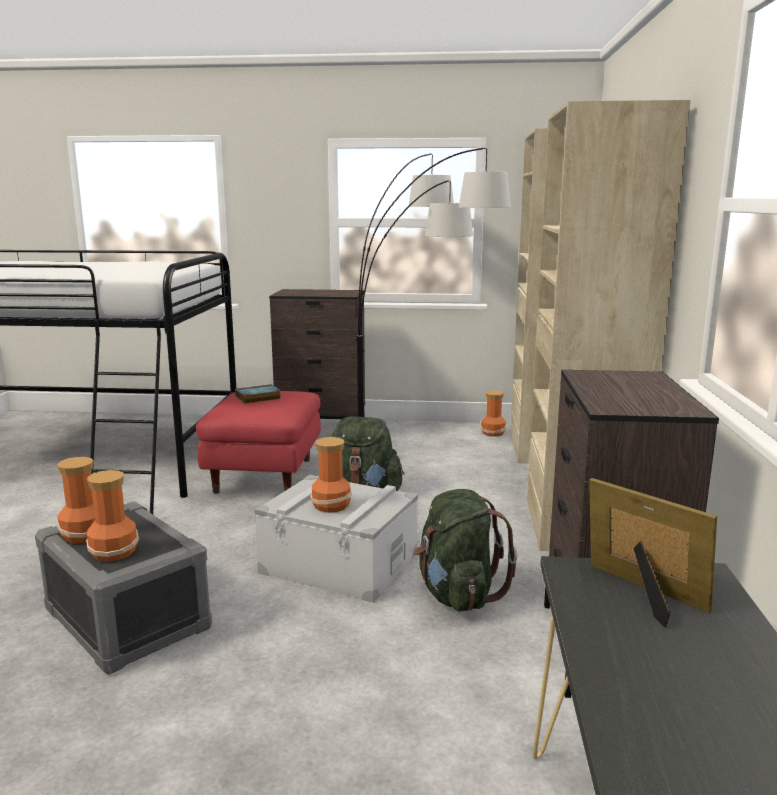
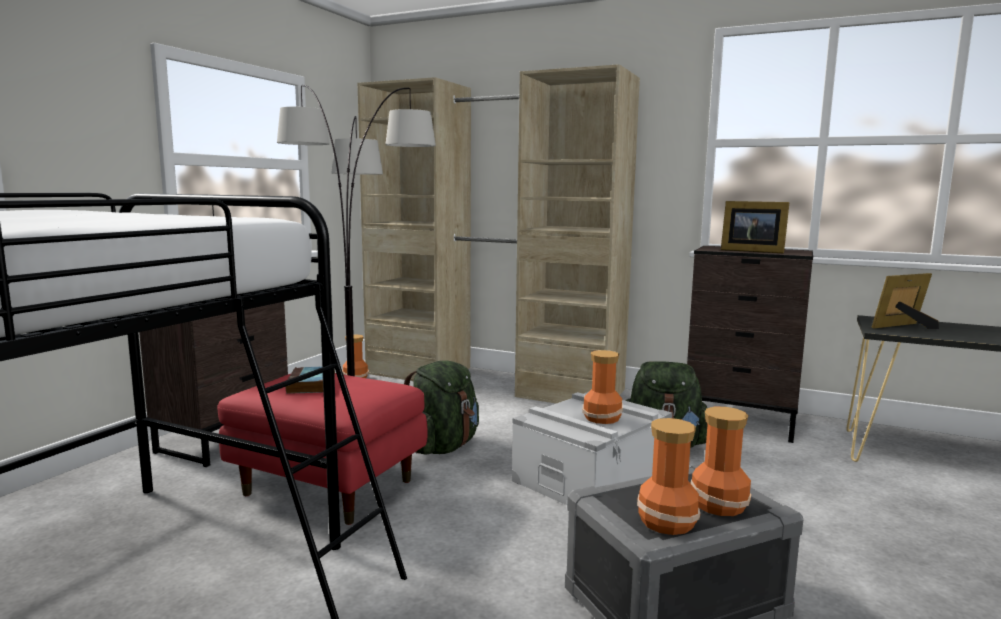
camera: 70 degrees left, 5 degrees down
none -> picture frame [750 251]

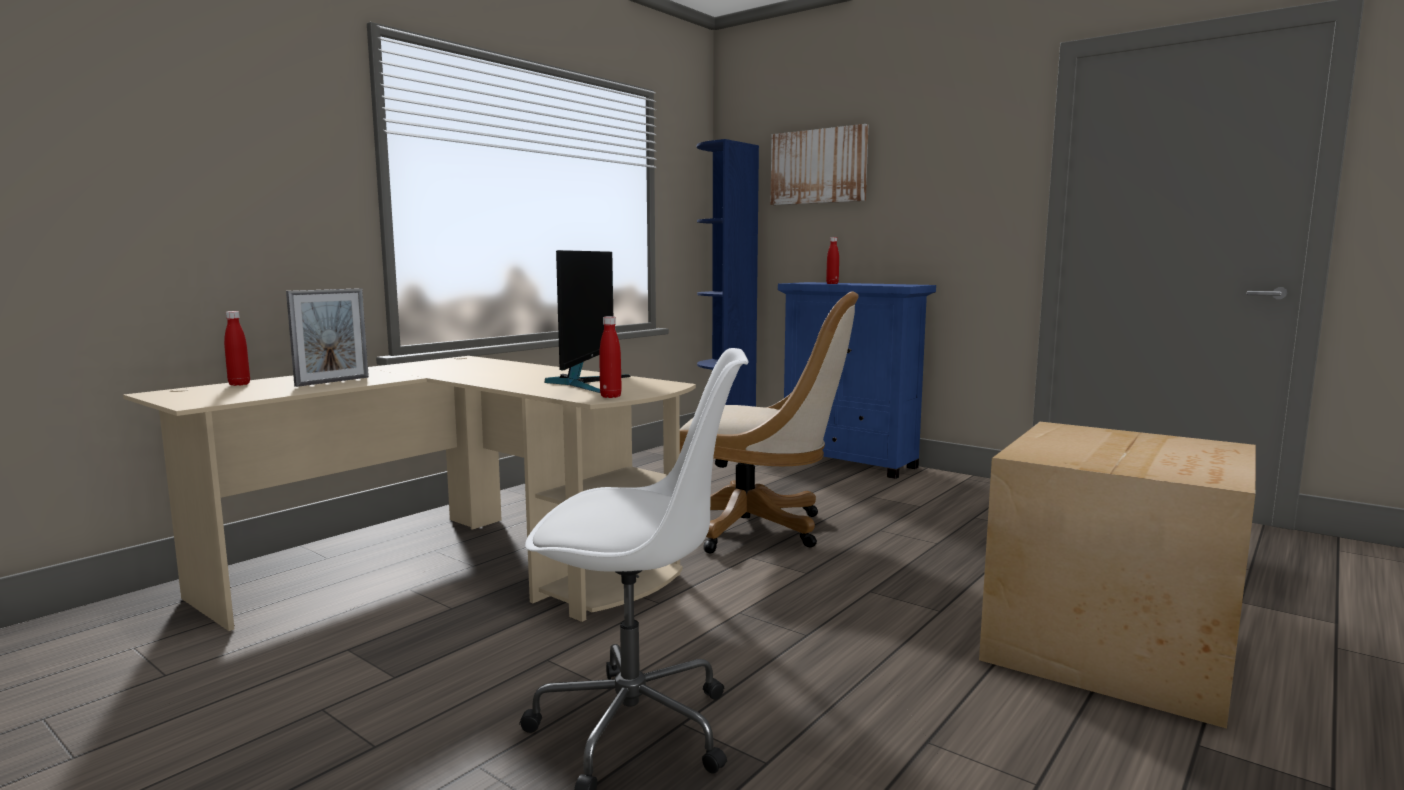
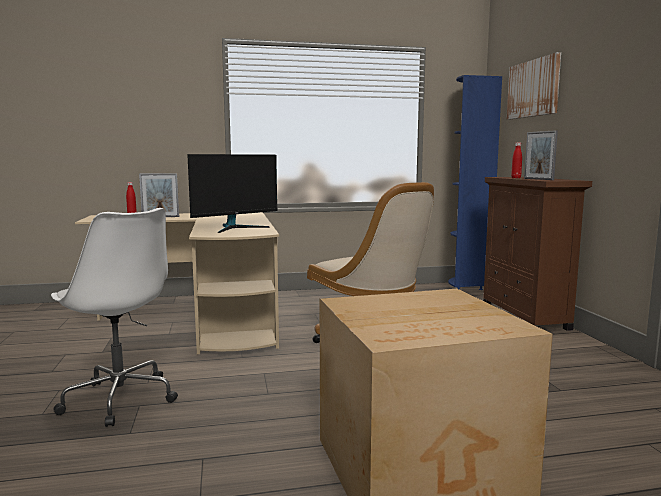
camera: 40 degrees right, 0 degrees up
cabinet (blue) [851 463] -> cabinet (brown) [526 316]
bottle (red) [610 396] -> none
none -> picture frame [538 179]

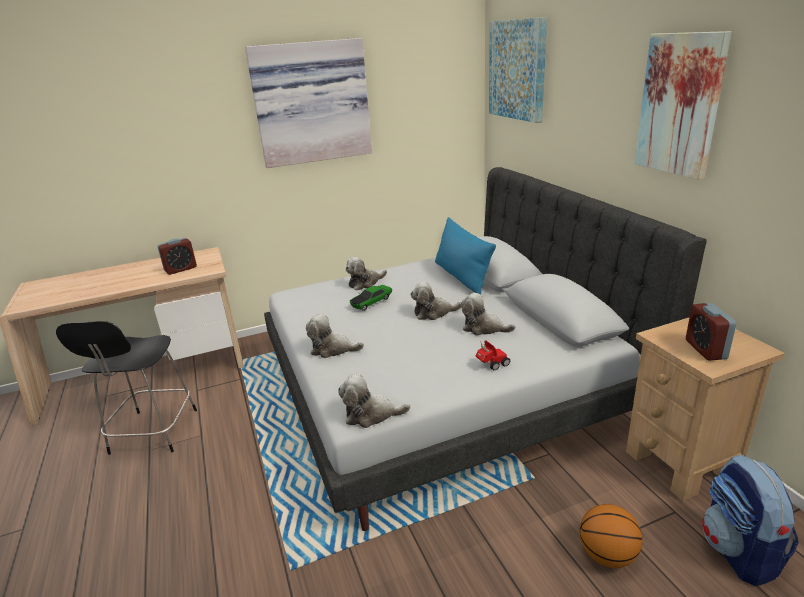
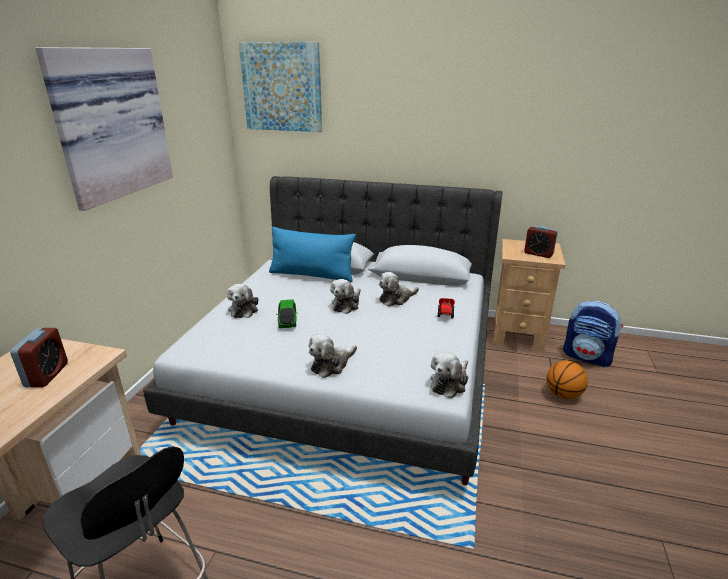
camera: 55 degrees left, 0 degrees up
picture [680 105] -> none

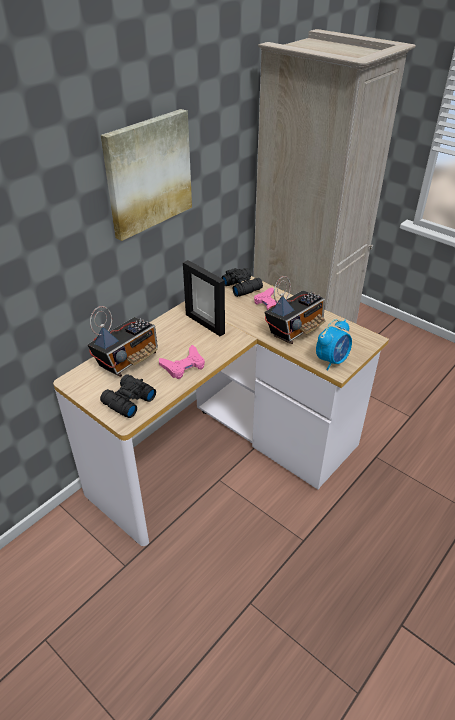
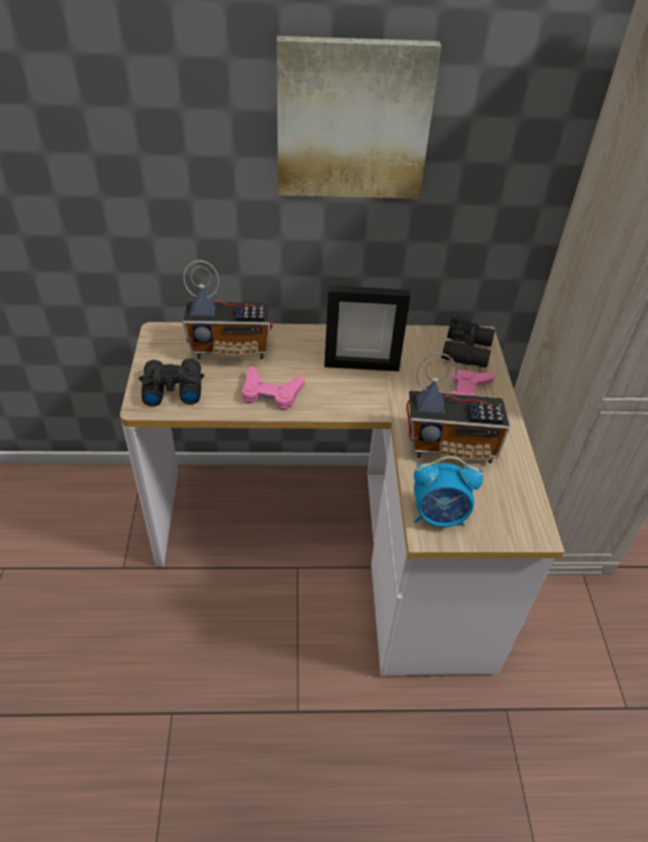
camera: 45 degrees right, 5 degrees up
picture frame [205 323] -> picture frame [361 364], 90 degrees counterclockwise

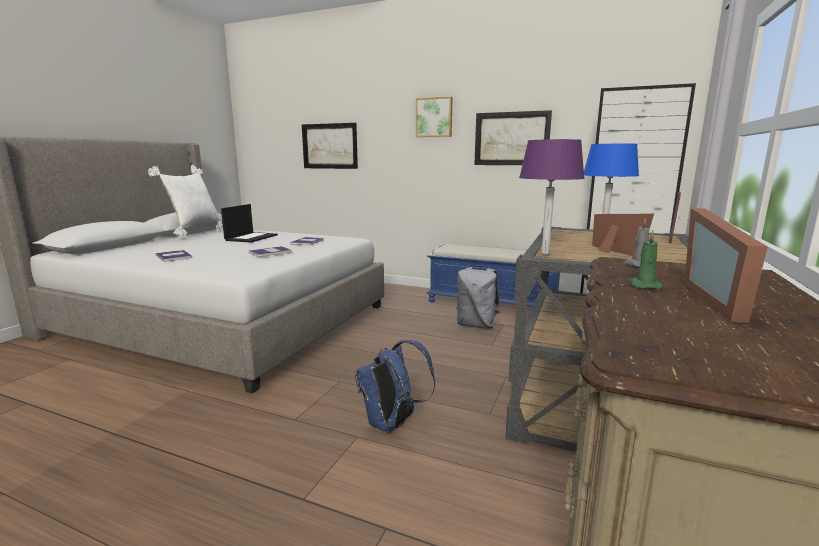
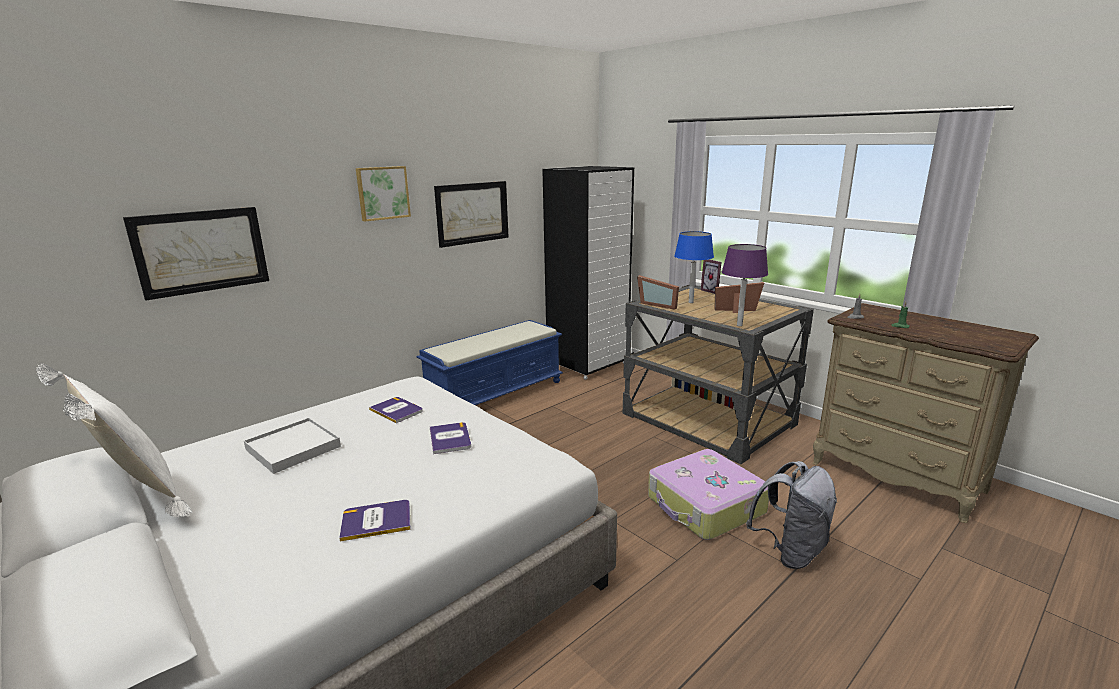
camera: 65 degrees left, 5 degrees up
laptop [251 237] -> tray (white) [293 448]
picture frame [724 300] -> picture frame [658 304], move
backpack (grey) [476 325] -> backpack (grey) [790 551], move
backpack (blue) [392 424] -> suitcase [705 506]

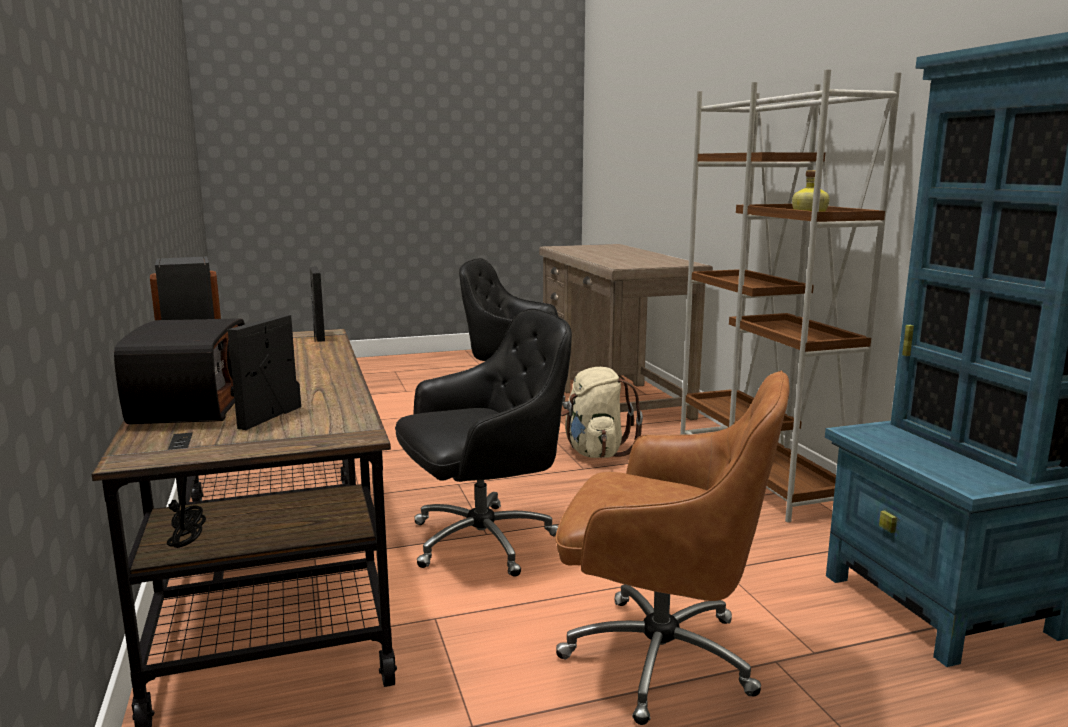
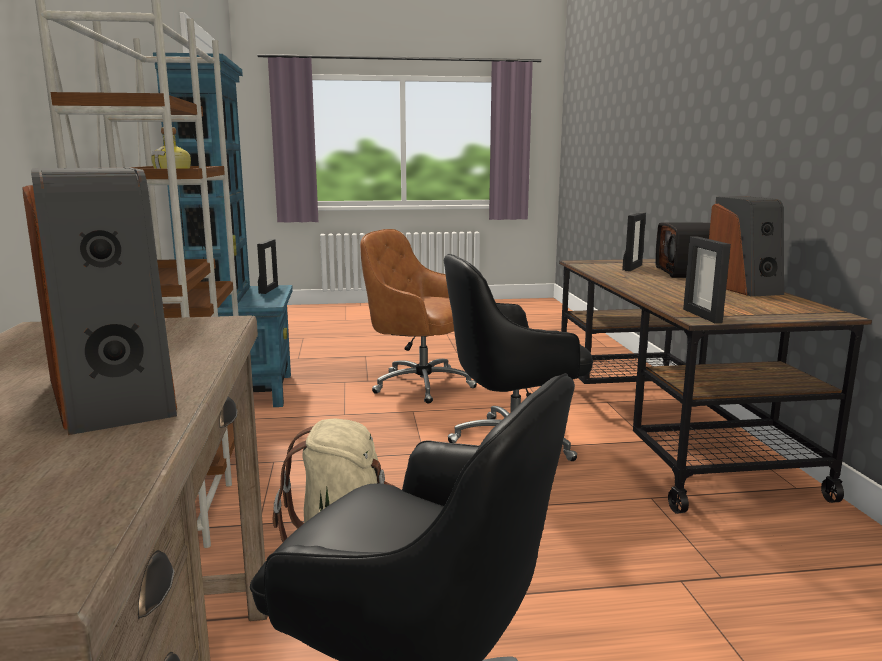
camera: 170 degrees left, 0 degrees up
none -> speaker [115 395]
none -> picture frame [268 289]

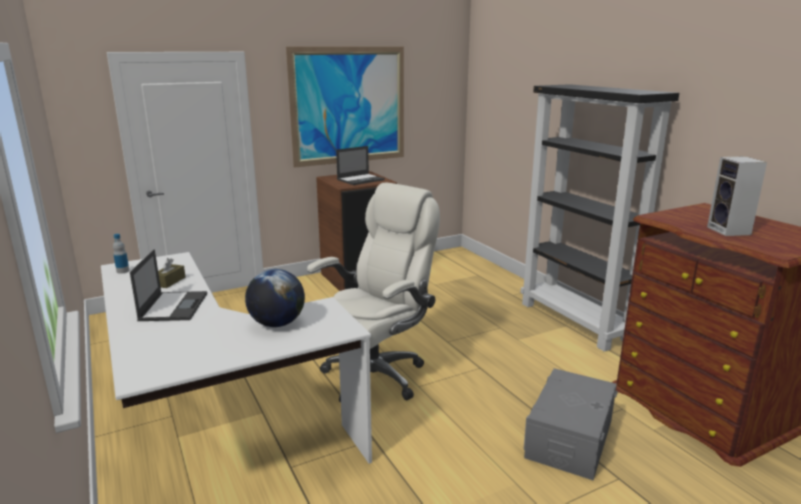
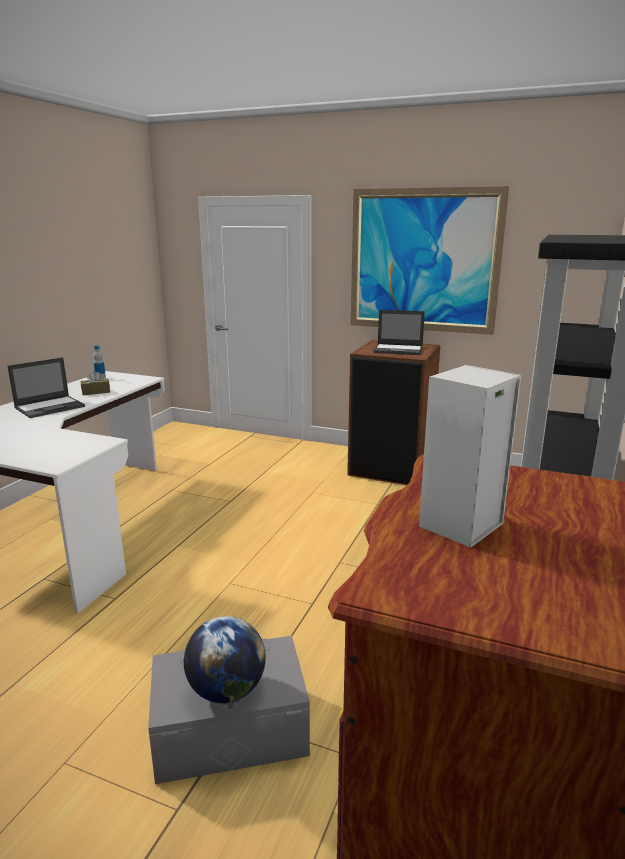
camera: 50 degrees right, 0 degrees up
office chair (white) [375 376] -> none
globe [277 324] -> globe [226 690], move

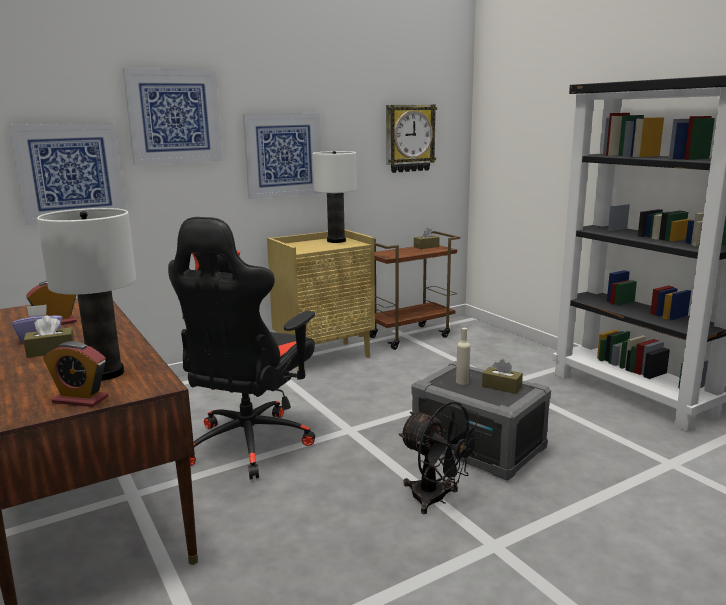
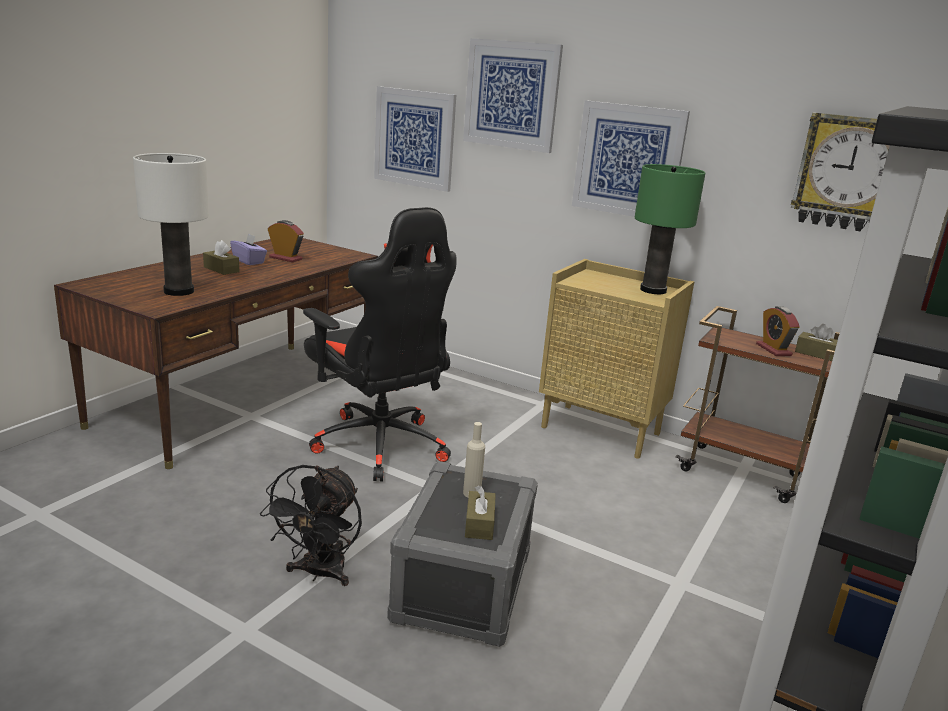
camera: 60 degrees right, 5 degrees up
table lamp (white) [336 241] -> table lamp (green) [653 290]
office chair (black) [254 439] -> office chair (black) [374 440], 120 degrees counterclockwise
alarm clock [80 399] -> alarm clock [773 350], move

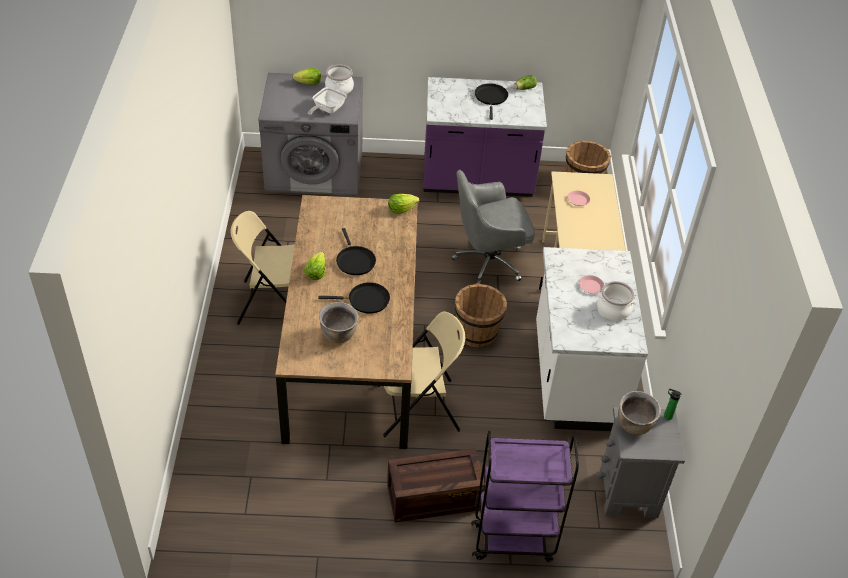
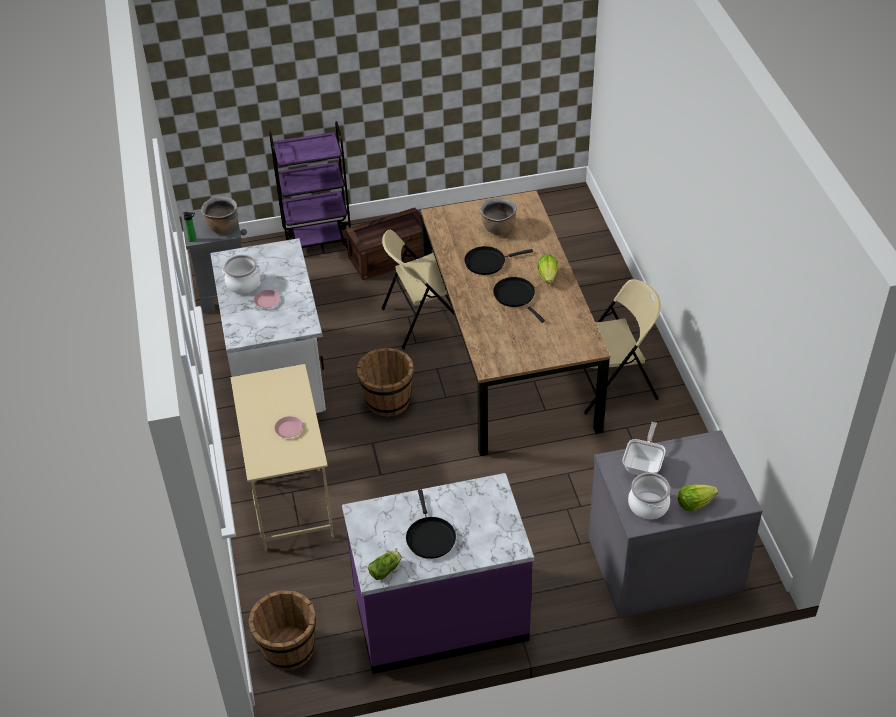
camera: 170 degrees right, 0 degrees up
office chair (grey) [488 261] -> none
lettuce [401 209] -> none

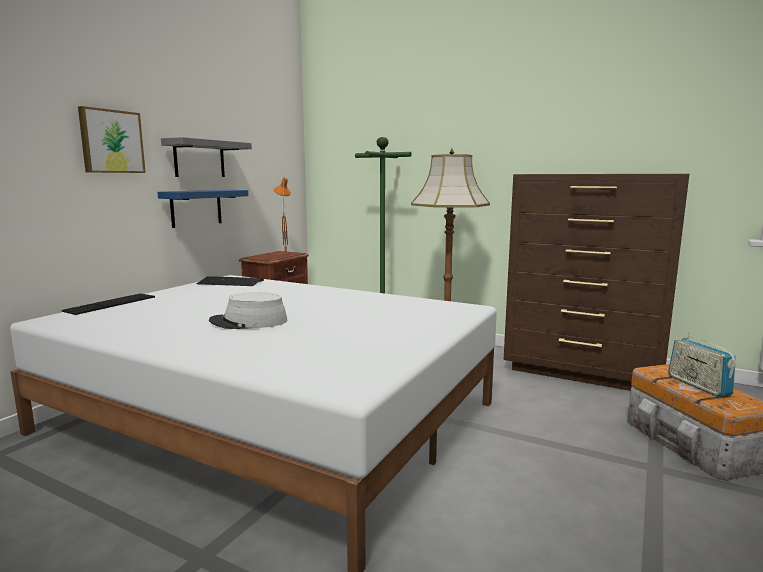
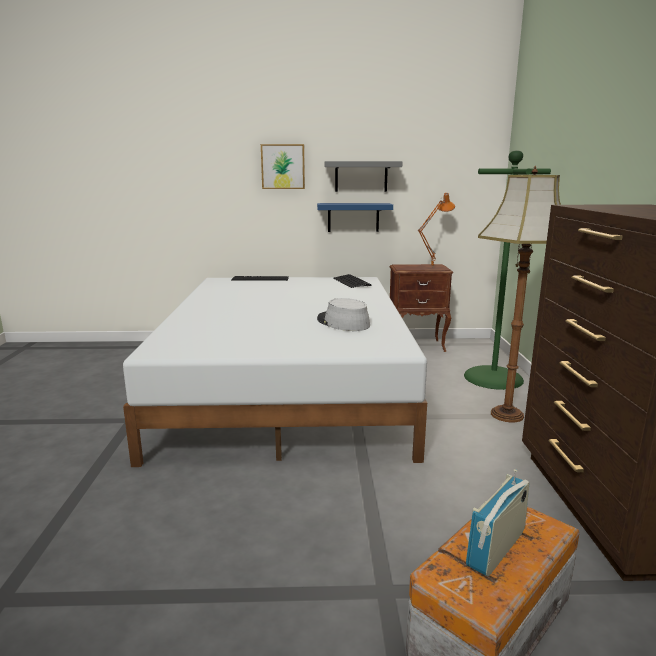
camera: 60 degrees right, 5 degrees up
hat (grey) [249 322] -> hat (grey) [343 322], move

